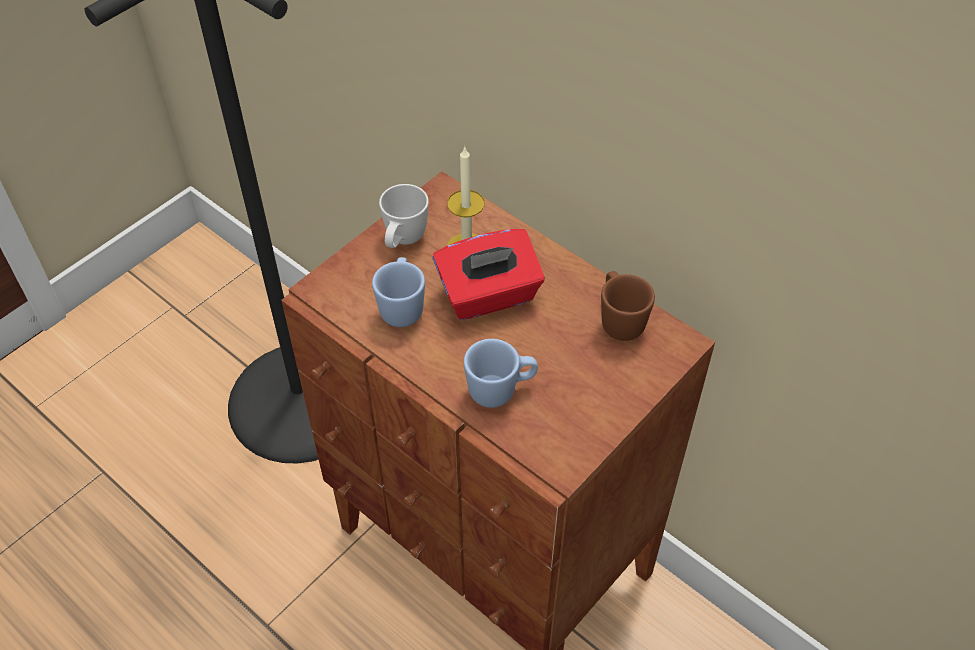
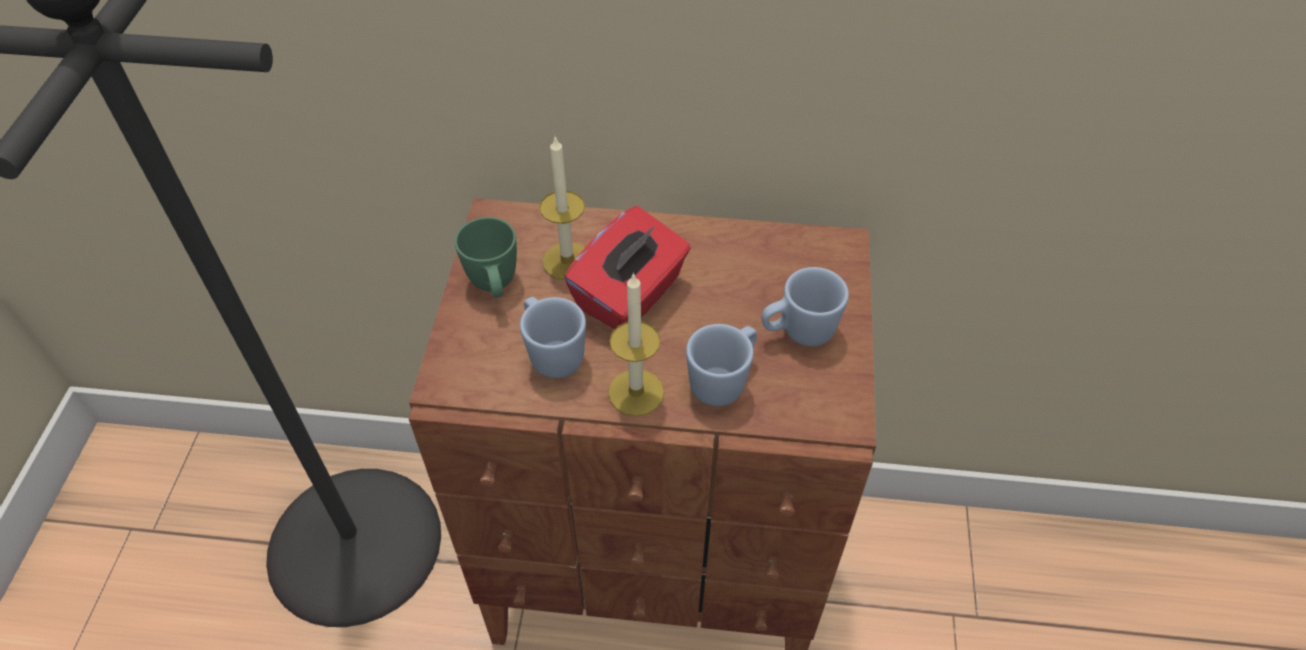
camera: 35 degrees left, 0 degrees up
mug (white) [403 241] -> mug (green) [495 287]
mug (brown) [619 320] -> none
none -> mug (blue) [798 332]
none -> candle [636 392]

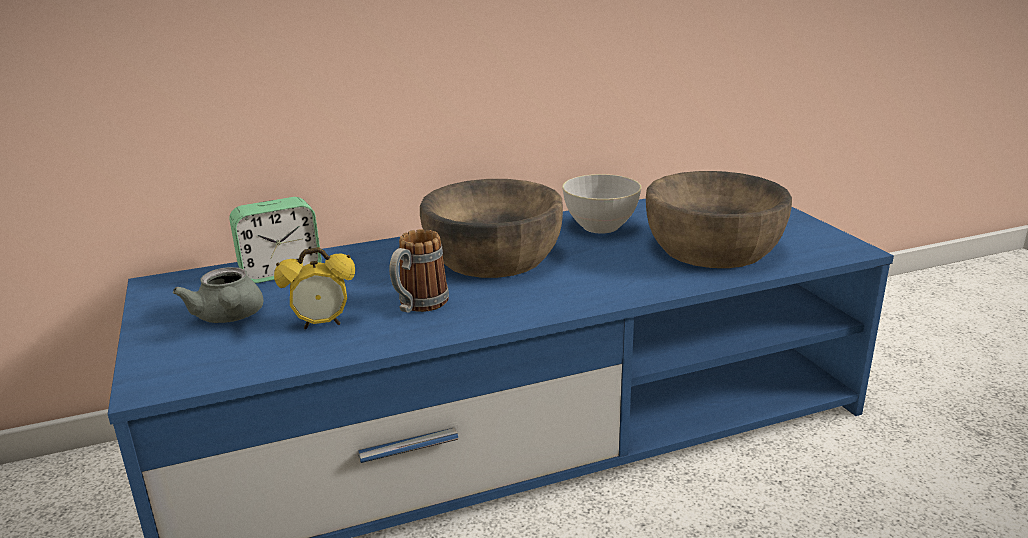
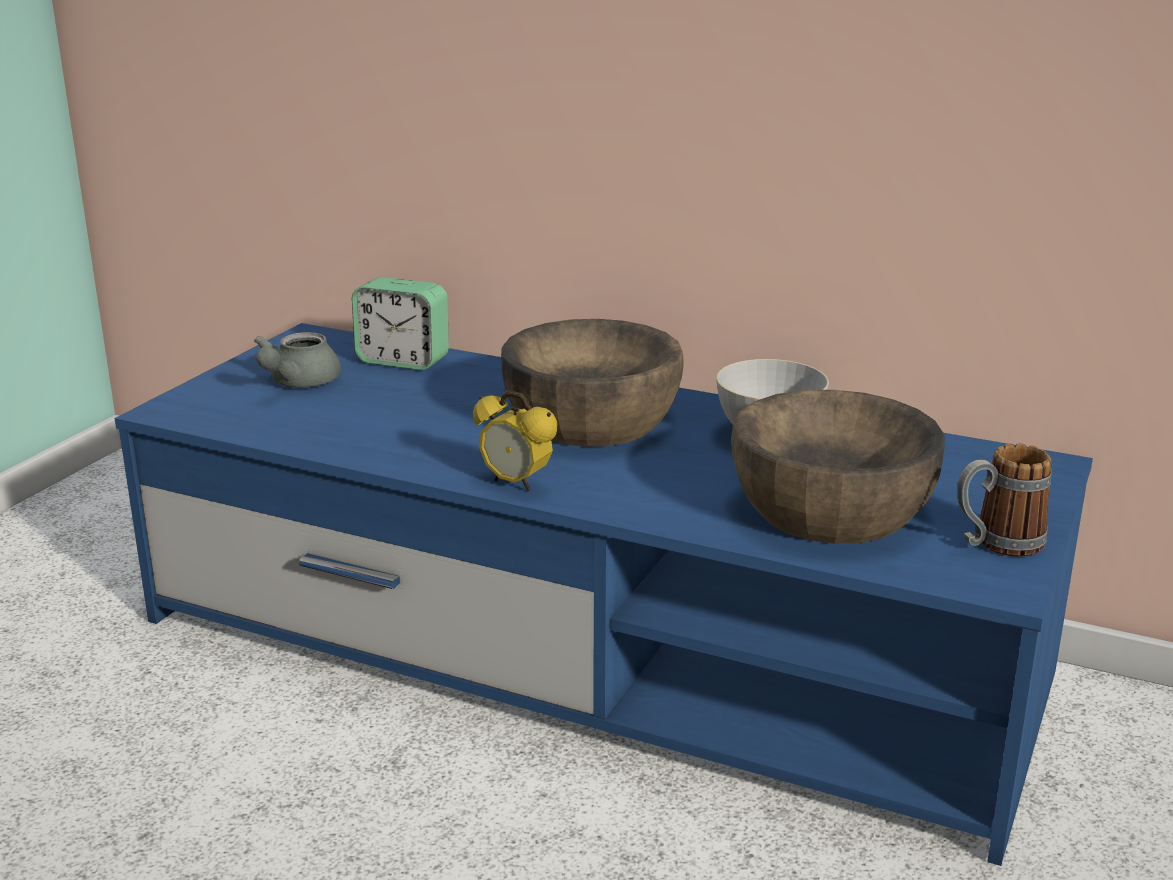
camera: 45 degrees right, 0 degrees up
mug [418 306] -> mug [996 544], move
alarm clock [322 324] -> alarm clock [516 483], move

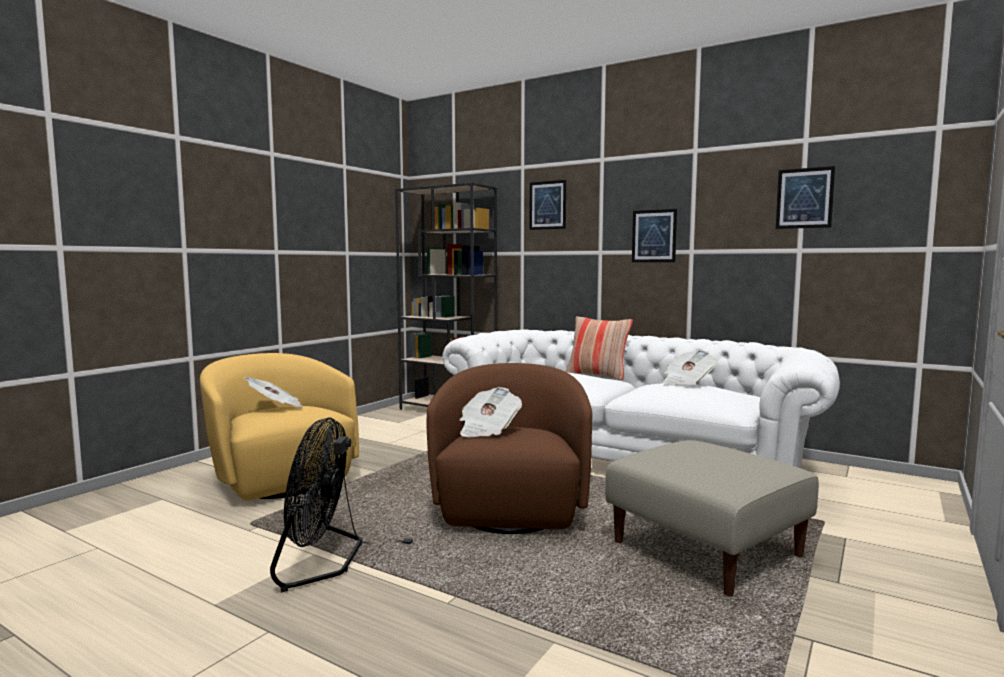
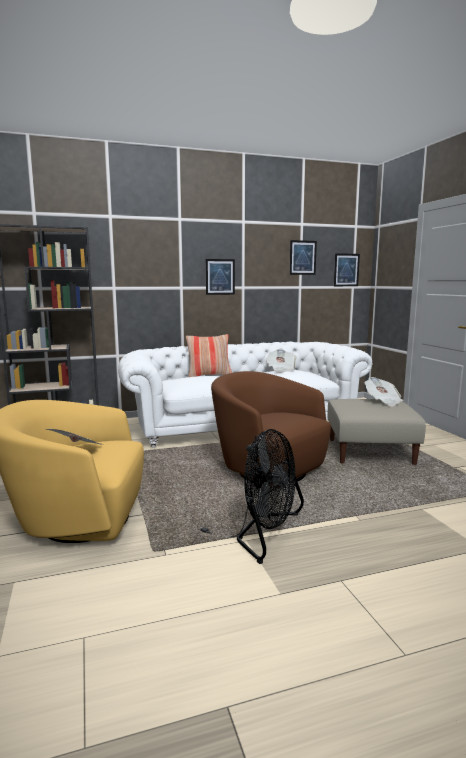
camera: 50 degrees left, 5 degrees up
picture [547 205] -> picture [346 270], move
newspaper [487 430] -> newspaper [383 401], move
fan (black) [335 555] -> fan (black) [259 534], 105 degrees counterclockwise

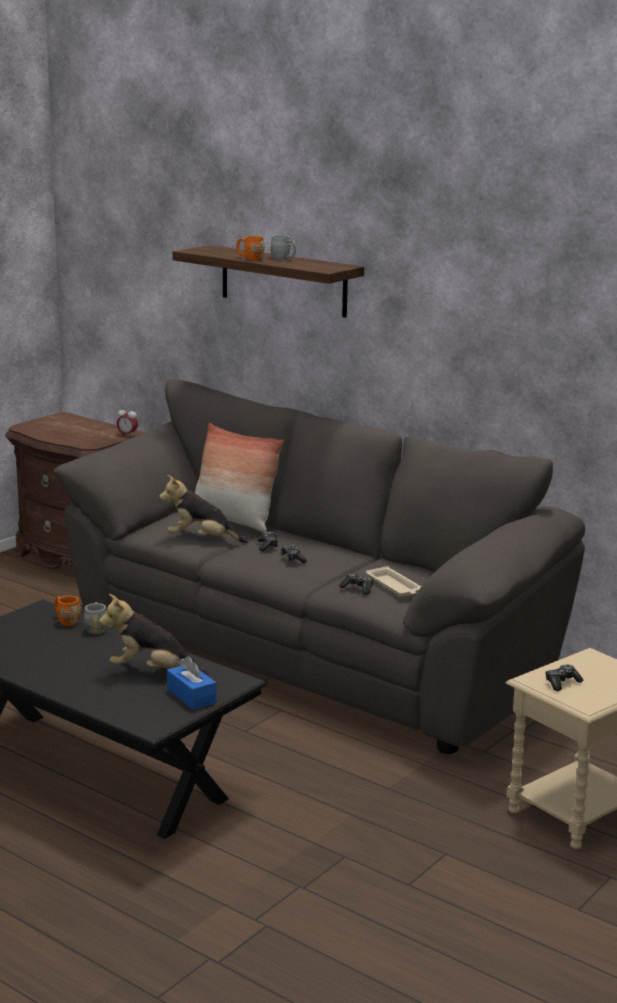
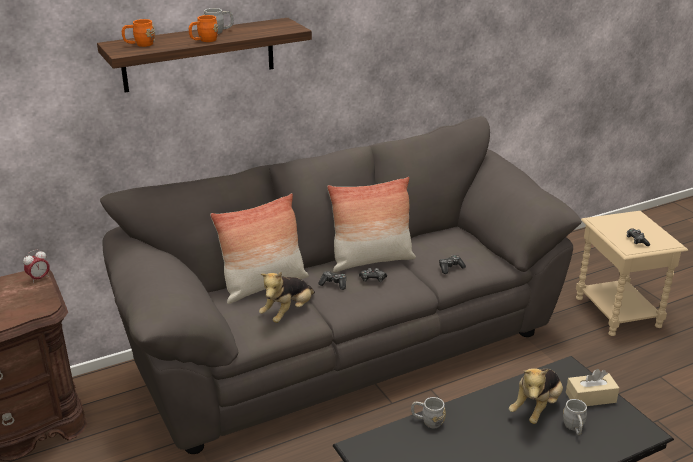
camera: 65 degrees left, 10 degrees up
tray (beige) [394 586] -> none
mug (orange) [66 621] -> mug (orange) [140 44], move
tissue box (blue) [191 696] -> tissue box (beige) [590 397]
none -> pillow [371 260]
none -> mug (grey) [574 428]

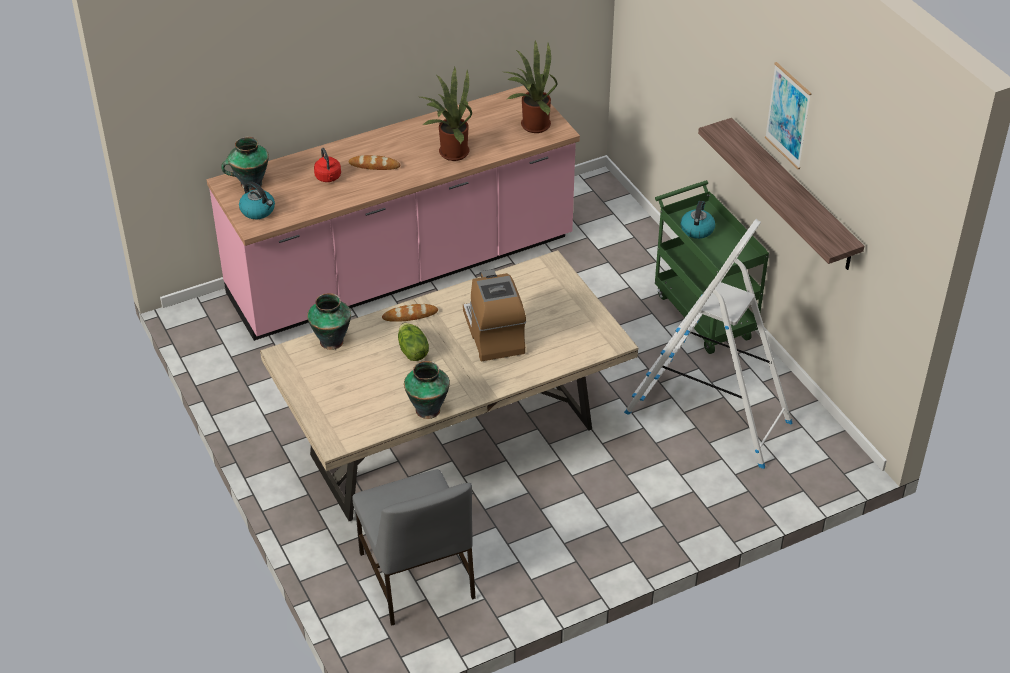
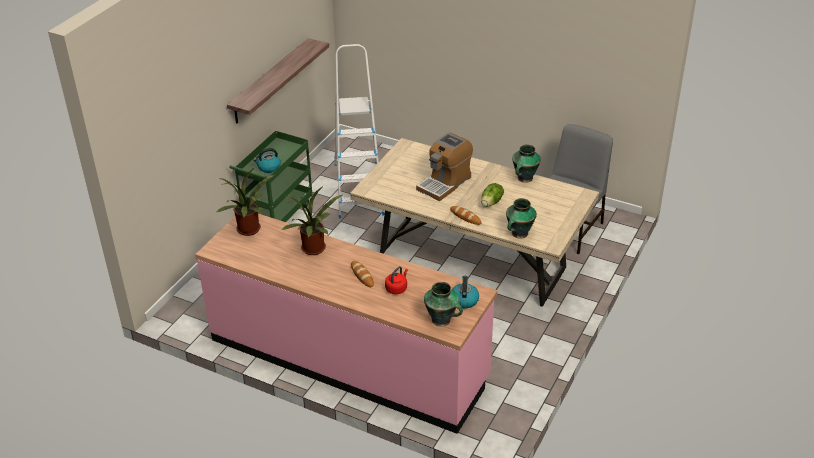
camera: 125 degrees left, 5 degrees down
picture [788 115] -> none

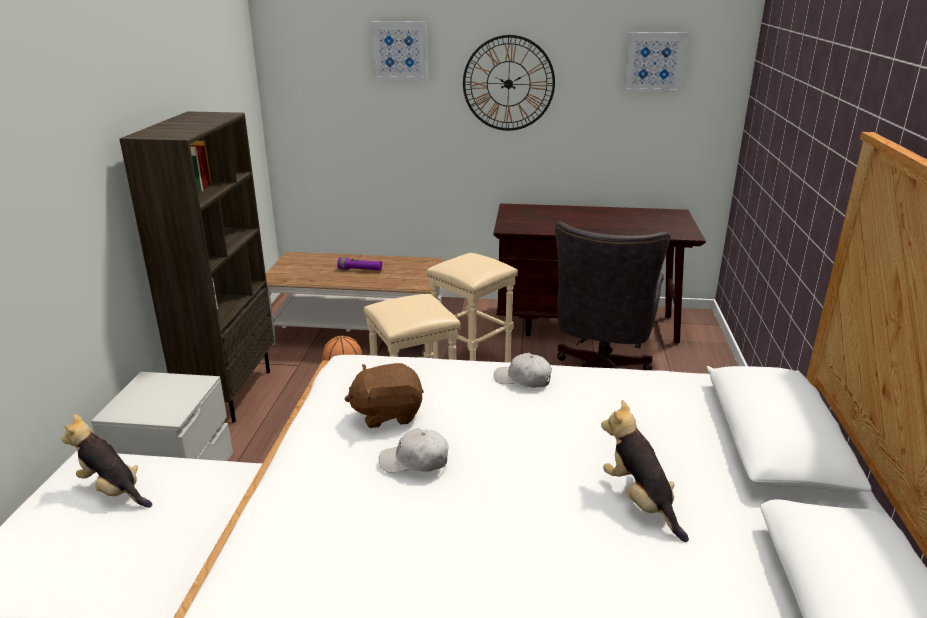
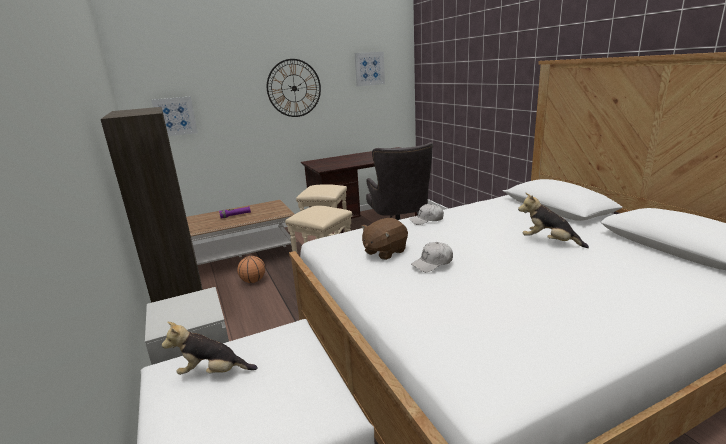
camera: 30 degrees left, 5 degrees down
picture [399 50] -> picture [175 116], move

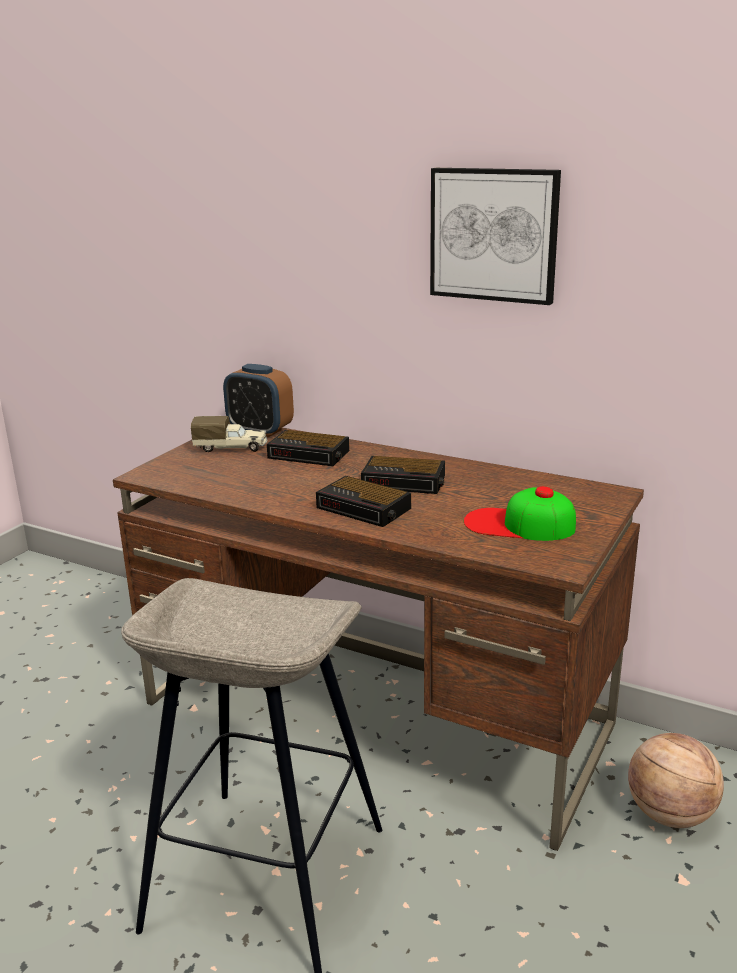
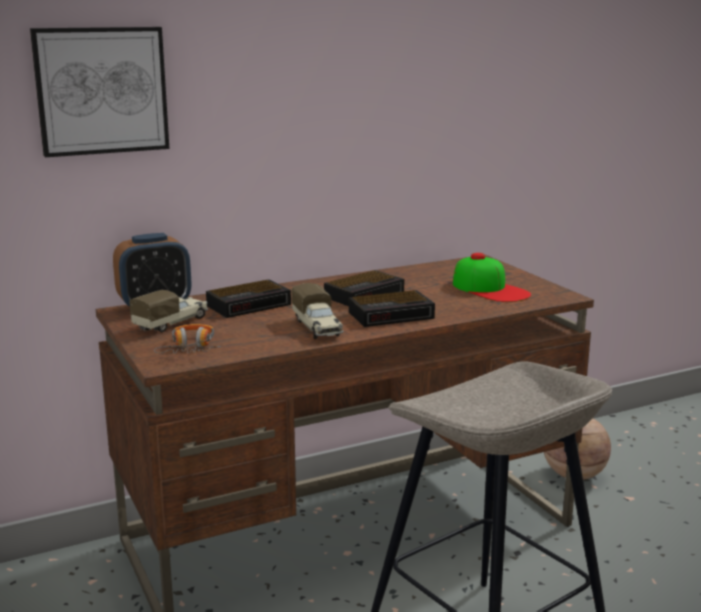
camera: 55 degrees left, 5 degrees down
picture [494 235] -> picture [101 90], move
cap [518 524] -> cap [490 289], 90 degrees counterclockwise
none -> toy truck [318 328]
none -> headphones [190 348]

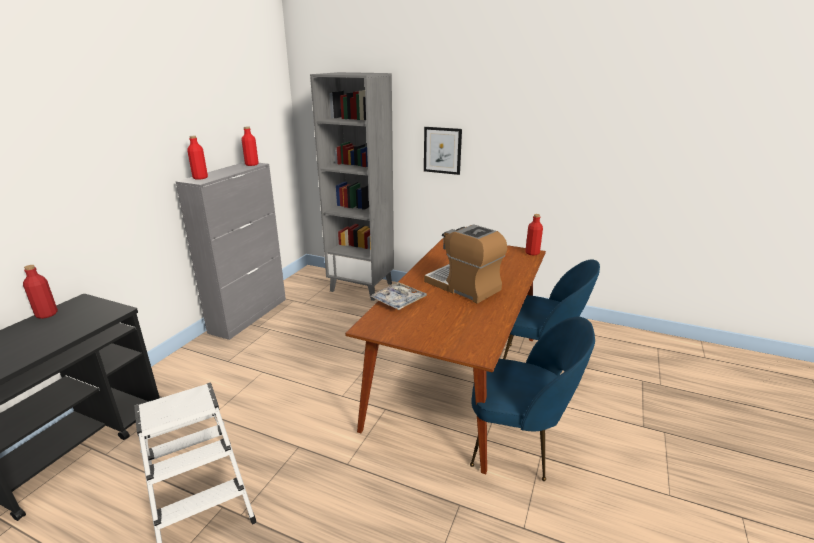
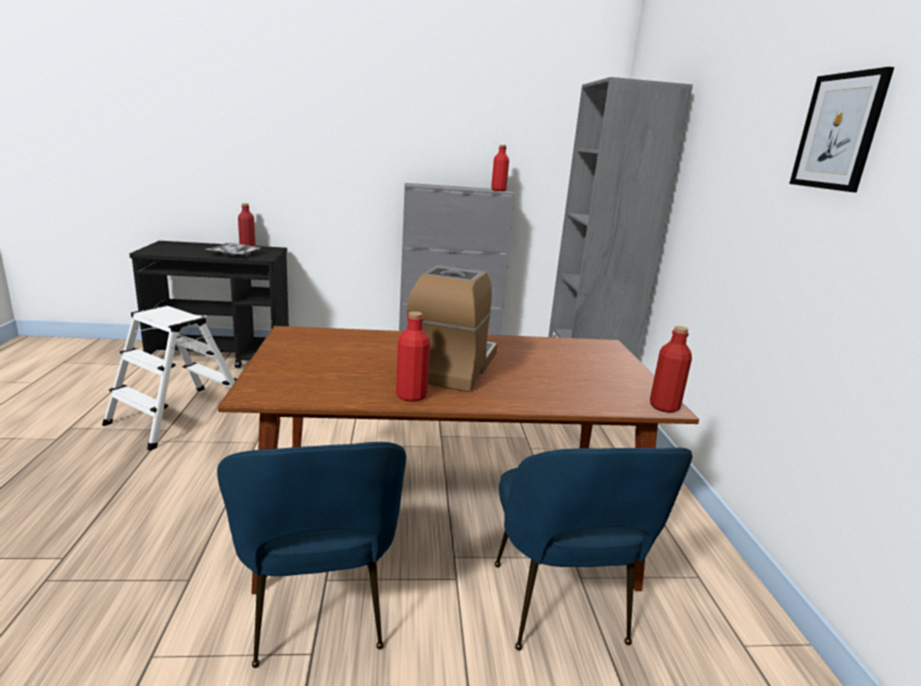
camera: 60 degrees right, 5 degrees down
picture [442 150] -> picture [838 132], move
bottle (red) [200 178] -> bottle (red) [411 396], move
tray [398 301] -> tray [234 254], move

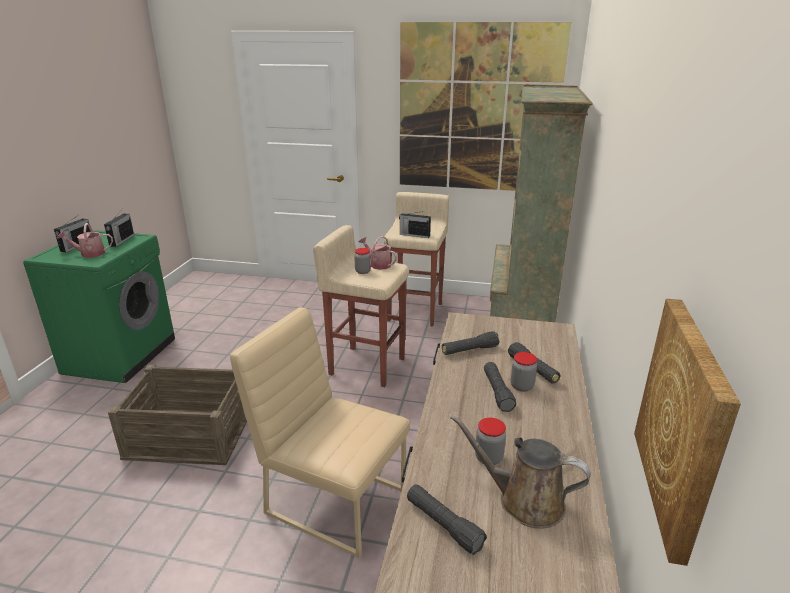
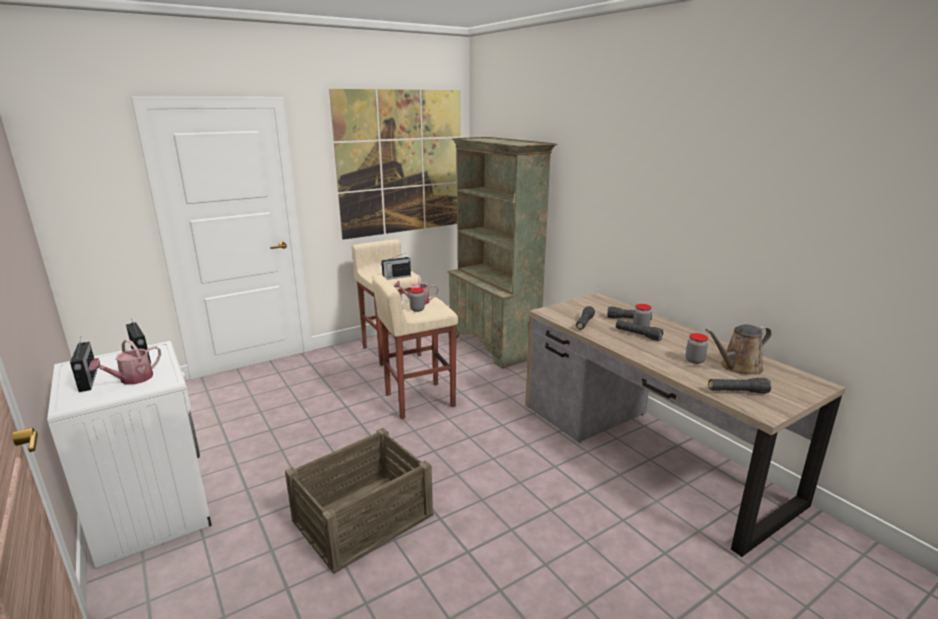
camera: 45 degrees left, 5 degrees down
washing machine (green) [122 356] -> washing machine (white) [155 510]
picture [685 423] -> none
chair (beige) [333 499] -> none

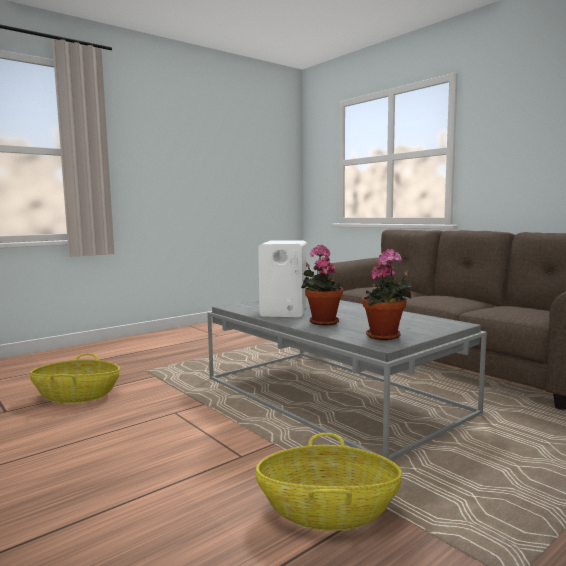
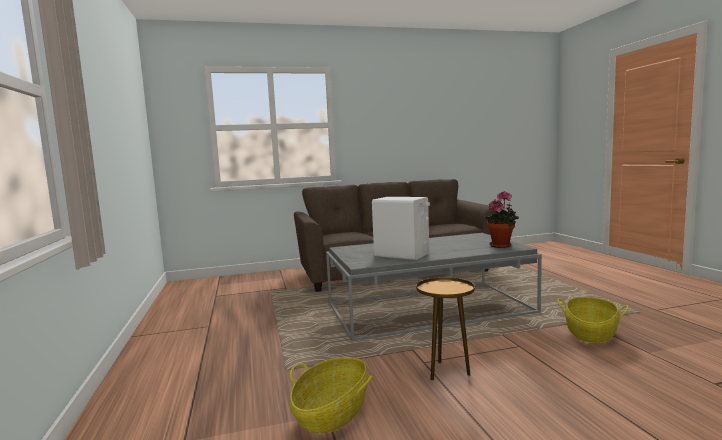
camera: 65 degrees left, 0 degrees up
potted plant [322 322] -> none
none -> side table (brown) [446 371]

